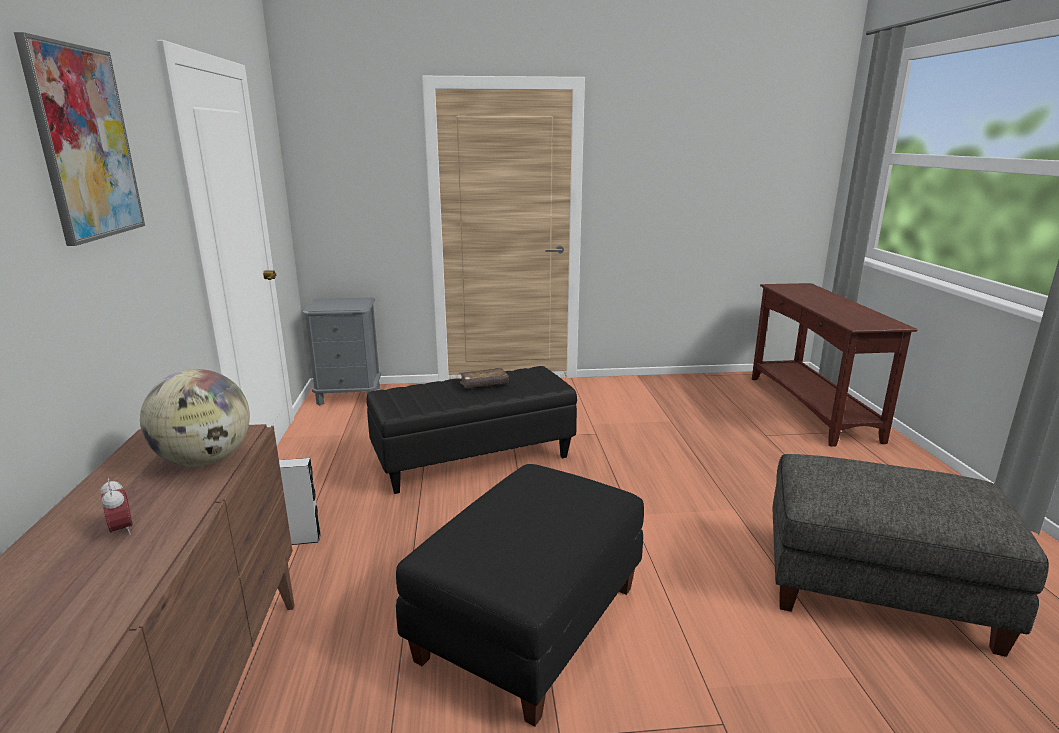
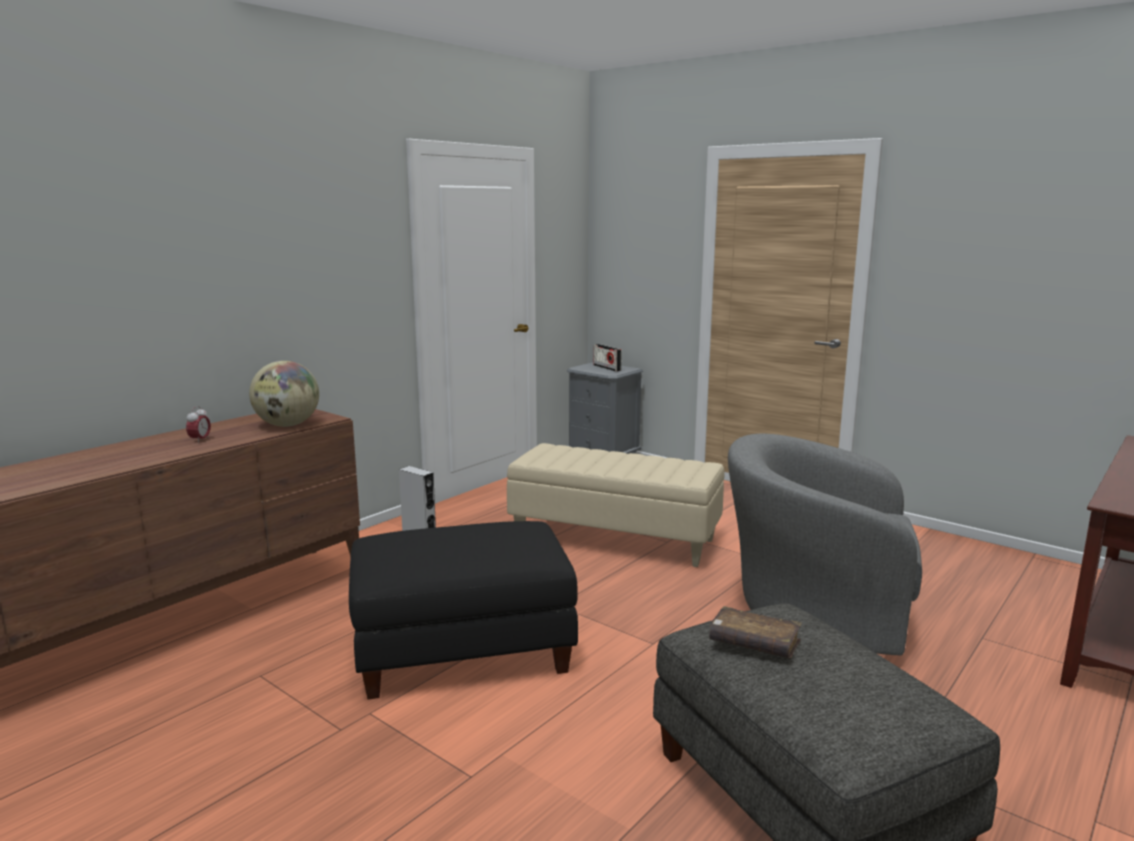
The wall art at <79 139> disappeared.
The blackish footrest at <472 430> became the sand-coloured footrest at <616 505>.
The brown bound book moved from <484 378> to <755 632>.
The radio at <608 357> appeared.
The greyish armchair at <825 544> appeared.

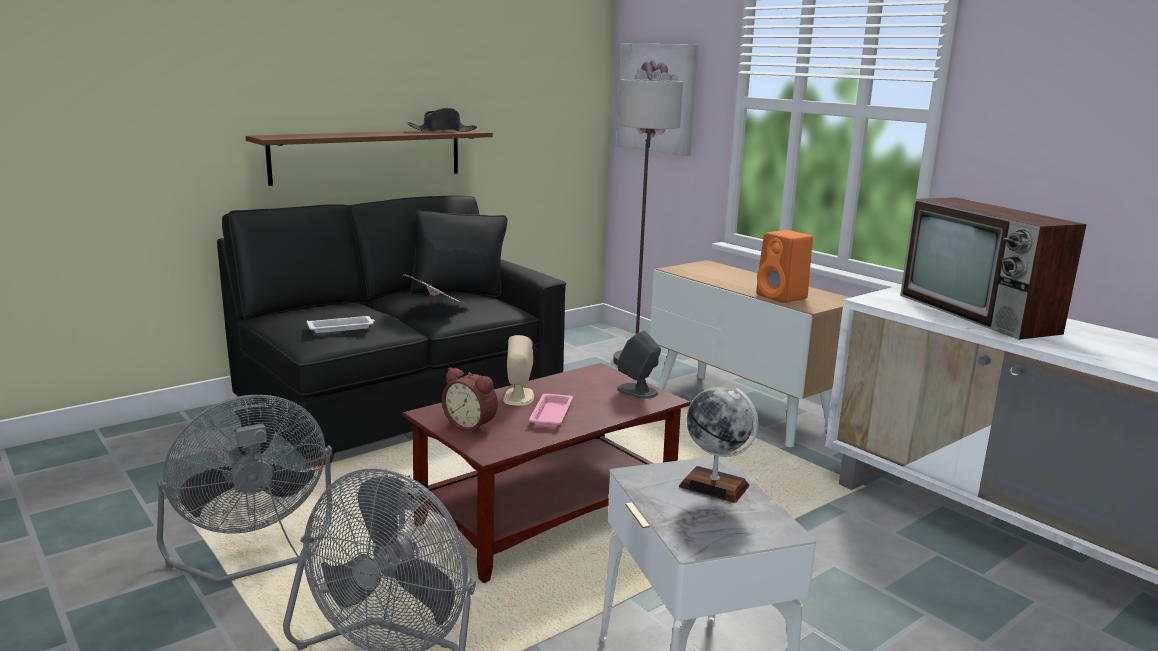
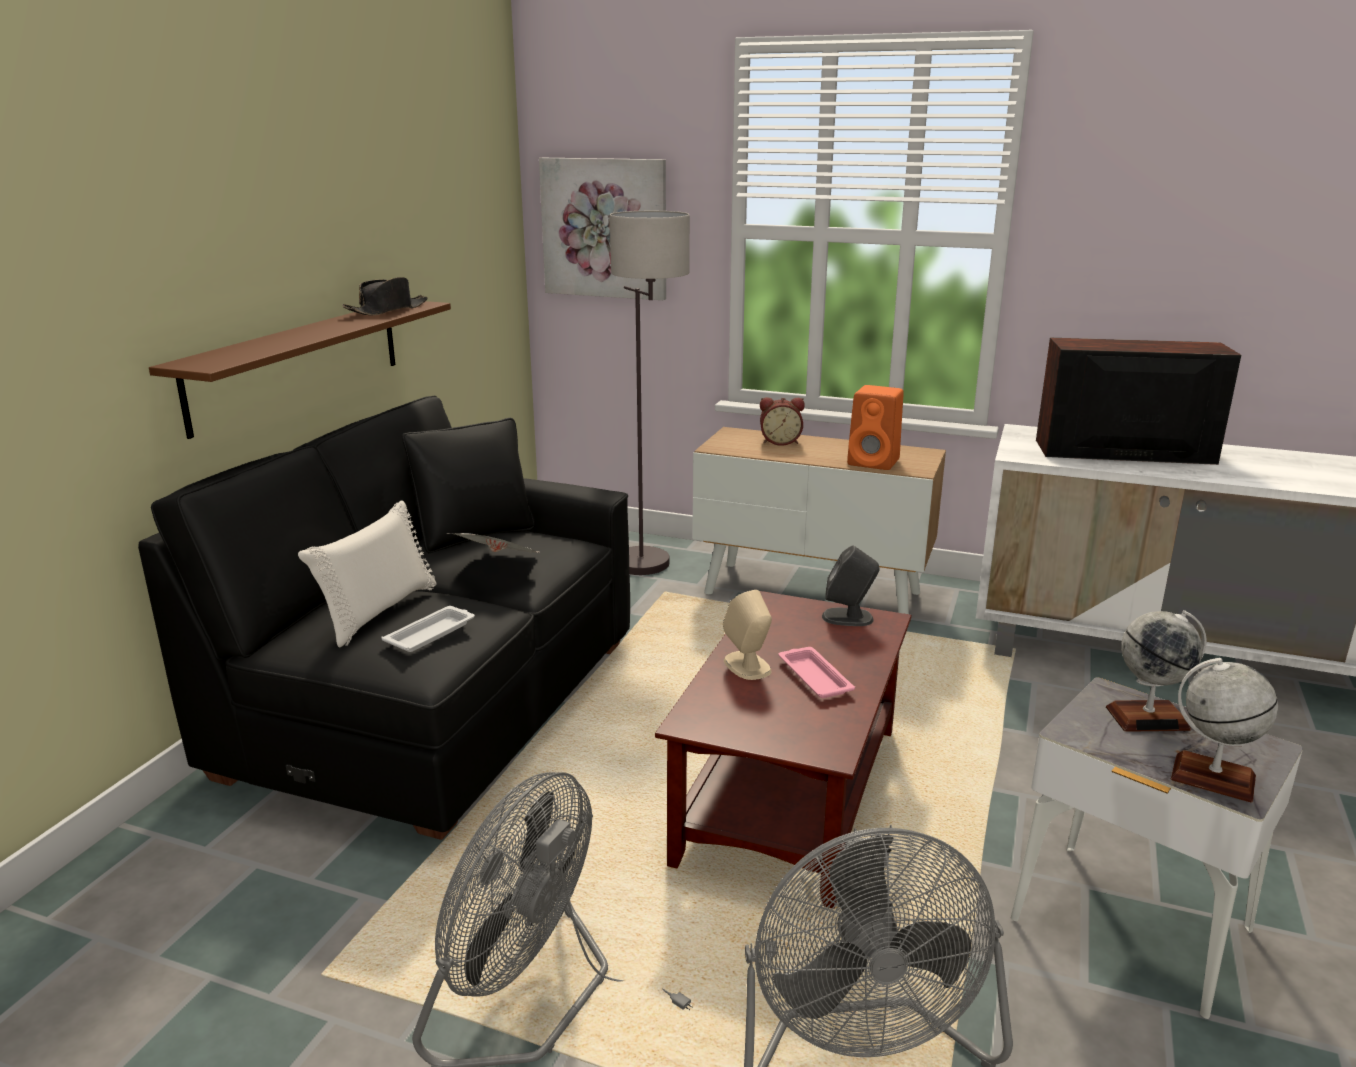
The television at <993 268> turned 150 degrees clockwise.
The alarm clock moved from <470 400> to <782 421>.
The white cushion at <367 574> appeared.
The desk globe at <1224 730> appeared.

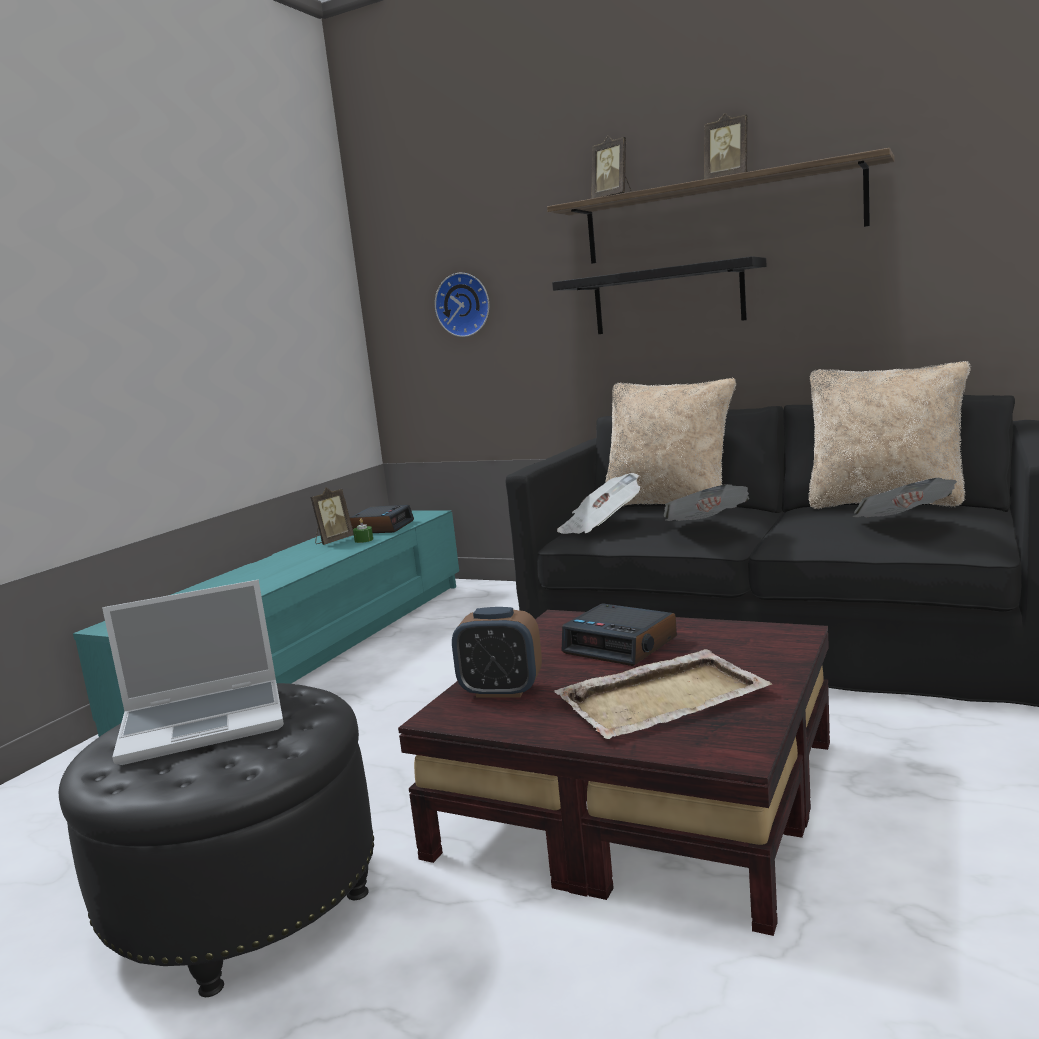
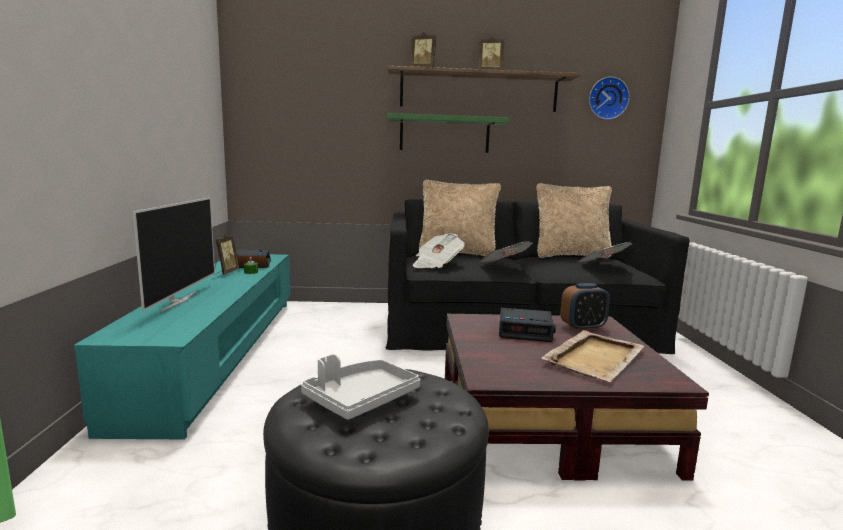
The blackish shelf at <659 295> became the greenish shelf at <448 133>.
The wall clock moved from <462 305> to <609 98>.
The portable computer at <193 672> was replaced by the greyish tray at <360 387>.
The alarm clock moved from <497 652> to <585 307>.
The television at <174 255> appeared.

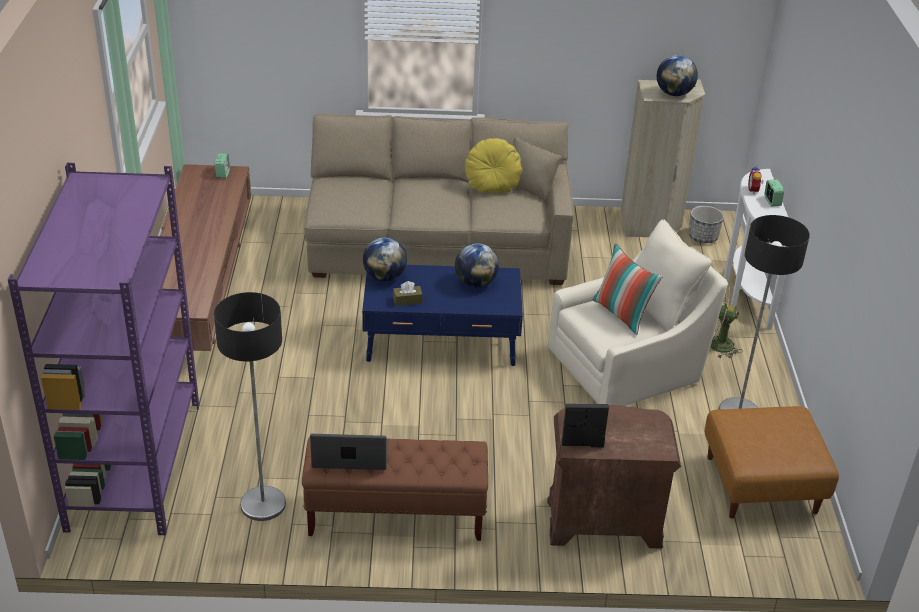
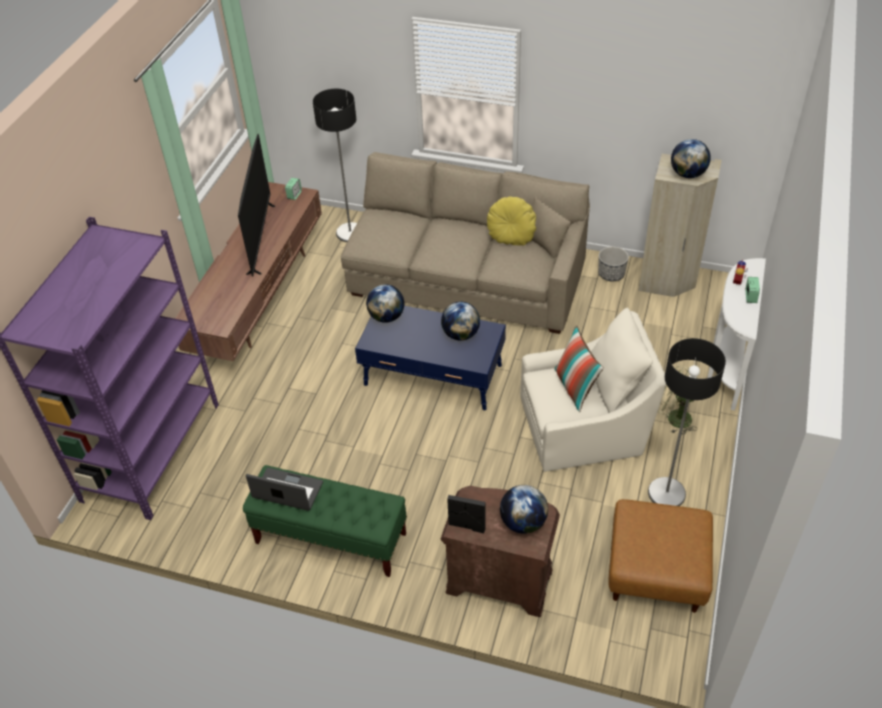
The planter moved from <706 224> to <613 263>.
The brown tissue holder at <408 293> disappeared.
The standard lamp moved from <250 406> to <335 165>.
The brown long seat at <395 489> became the greenish long seat at <325 521>.
The television at <256 205> appeared.
The desk globe at <524 509> appeared.

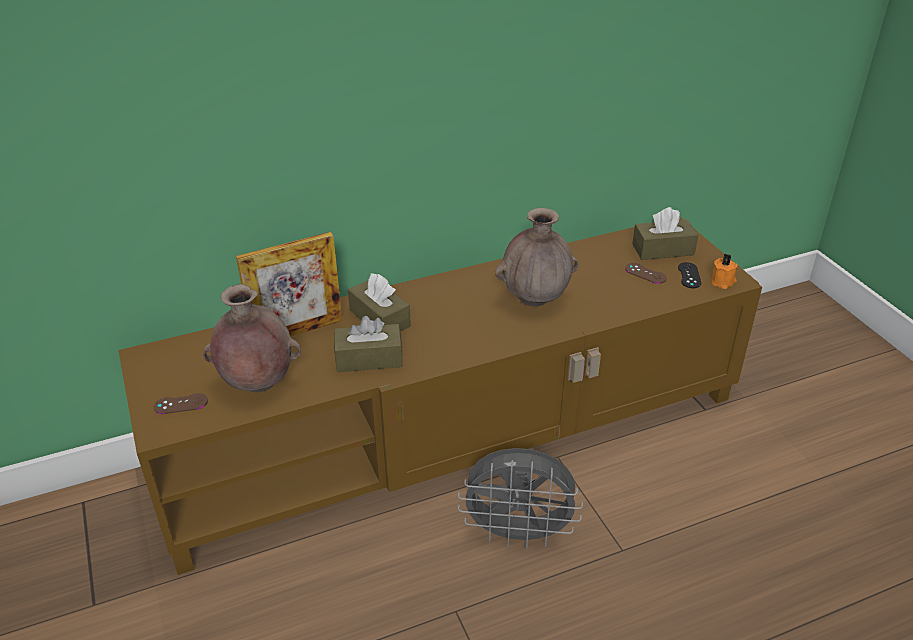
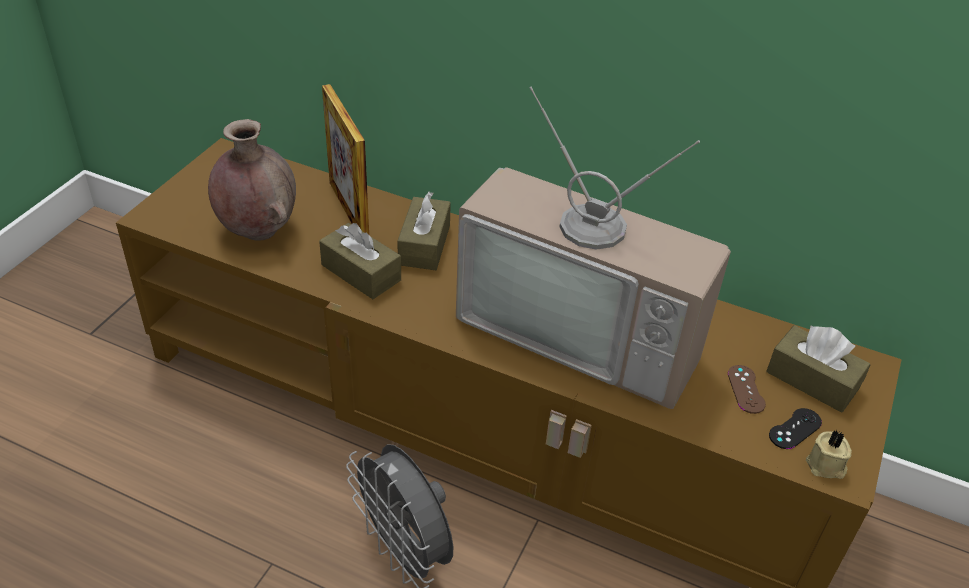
The brown vase at <537 257> was replaced by the television at <593 248>.
The picture frame at <289 284> turned 45 degrees clockwise.
The orange-coloured candle at <724 271> became the sand-coloured candle at <829 454>.
The brown game controller at <181 403> disappeared.

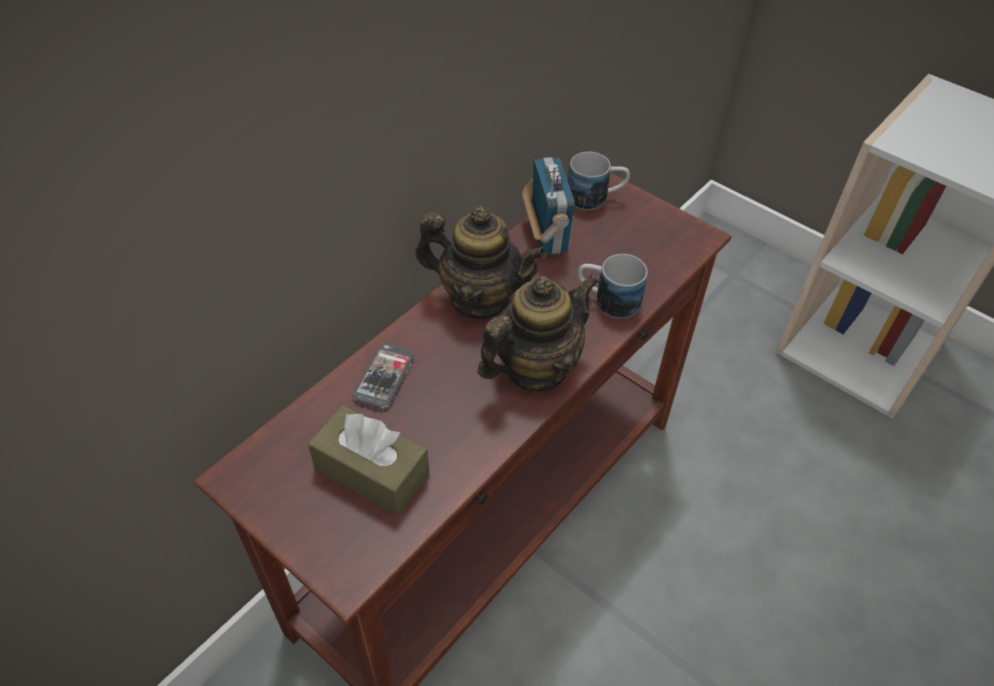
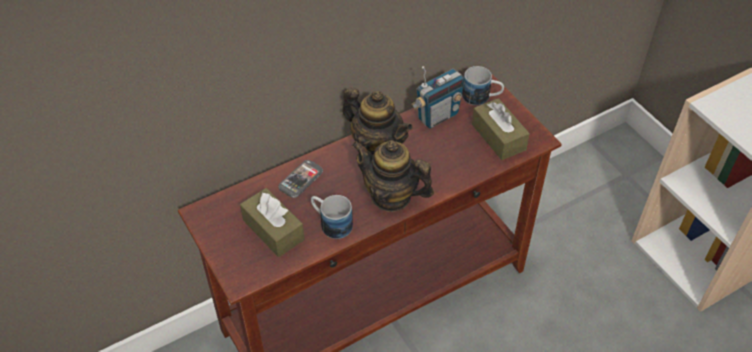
The radio at <548 205> turned 45 degrees clockwise.
The tea mug moved from <613 286> to <332 217>.
The tea pot at <538 332> turned 135 degrees counterclockwise.
The brown tissue holder at <501 129> appeared.

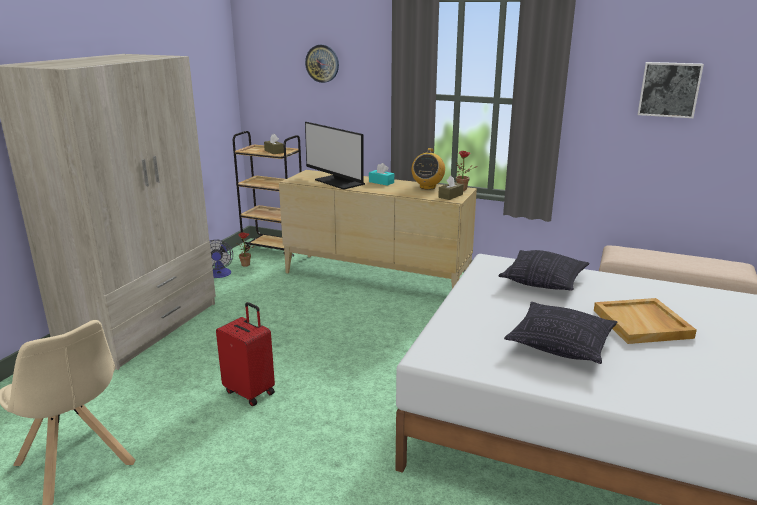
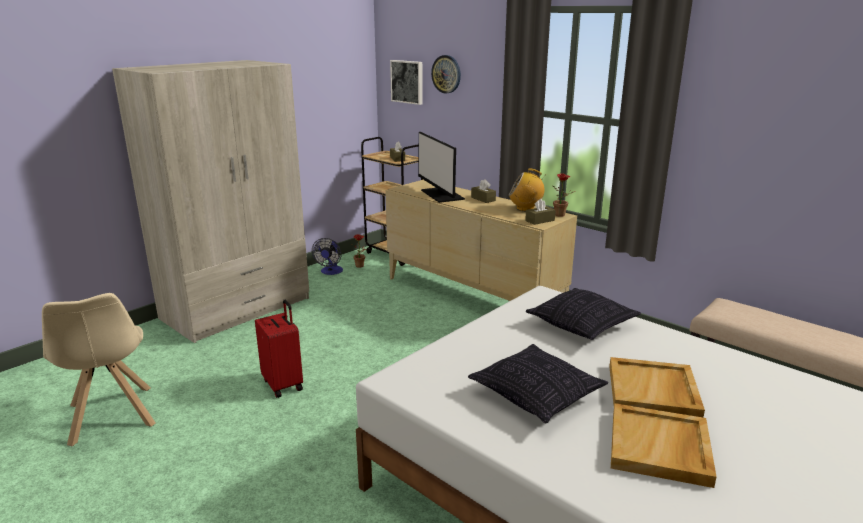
The wall art moved from <671 90> to <406 82>.
The radio at <428 169> turned 60 degrees clockwise.
The turquoise tissue holder at <381 174> became the brown tissue holder at <483 191>.
The sand-coloured tray at <664 445> appeared.

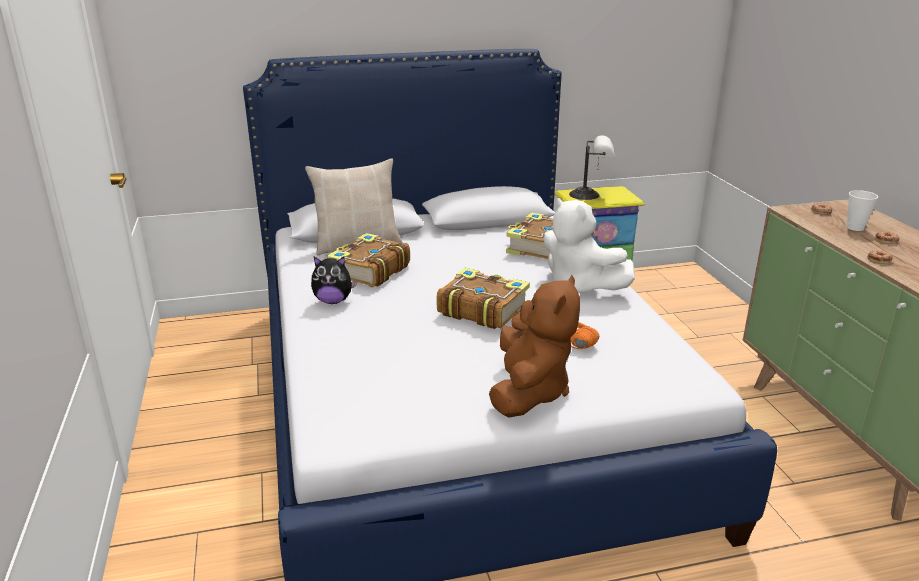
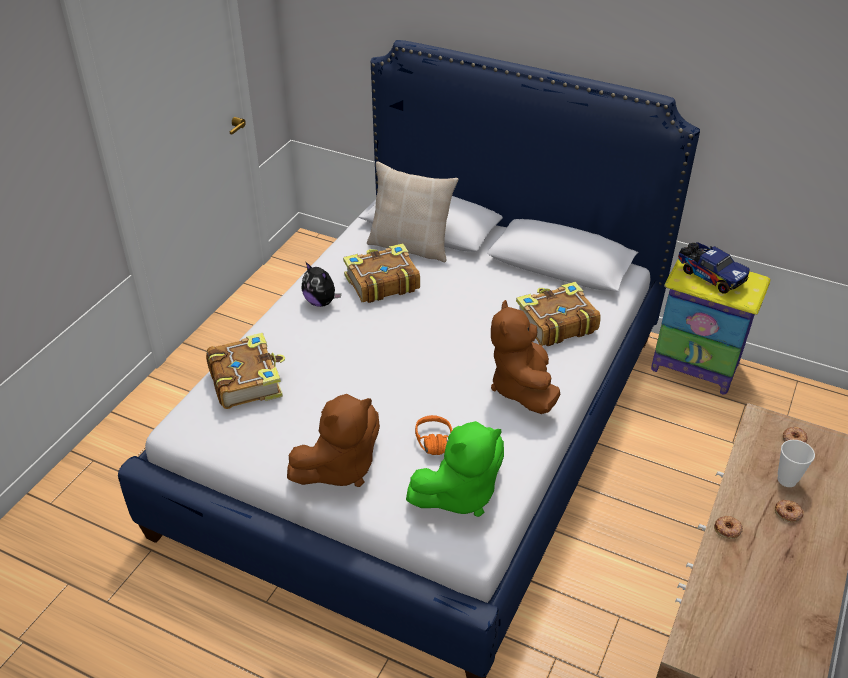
The table lamp at <592 167> was replaced by the model truck at <714 268>.
The white cuddly toy at <589 245> became the brown cuddly toy at <525 357>.
The bound book moved from <483 298> to <245 371>.
The greenish cuddly toy at <455 469> appeared.

